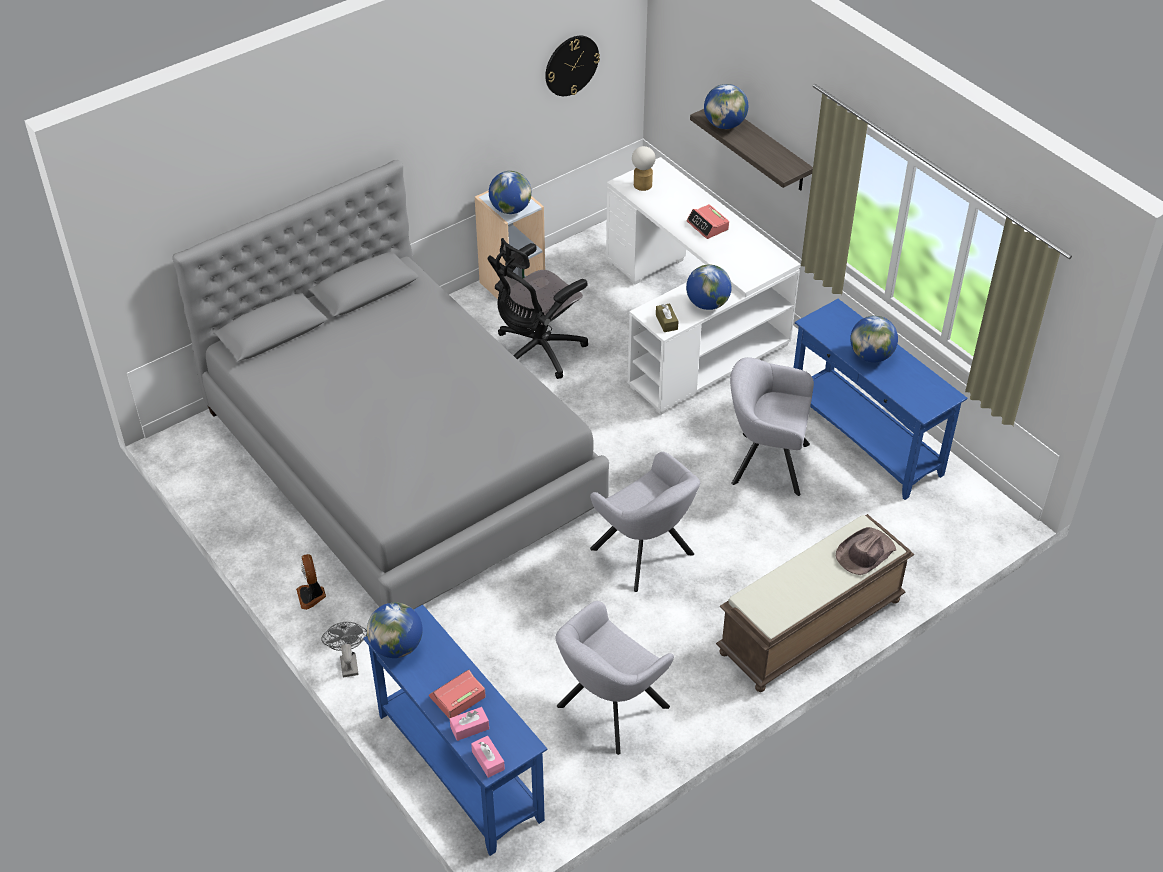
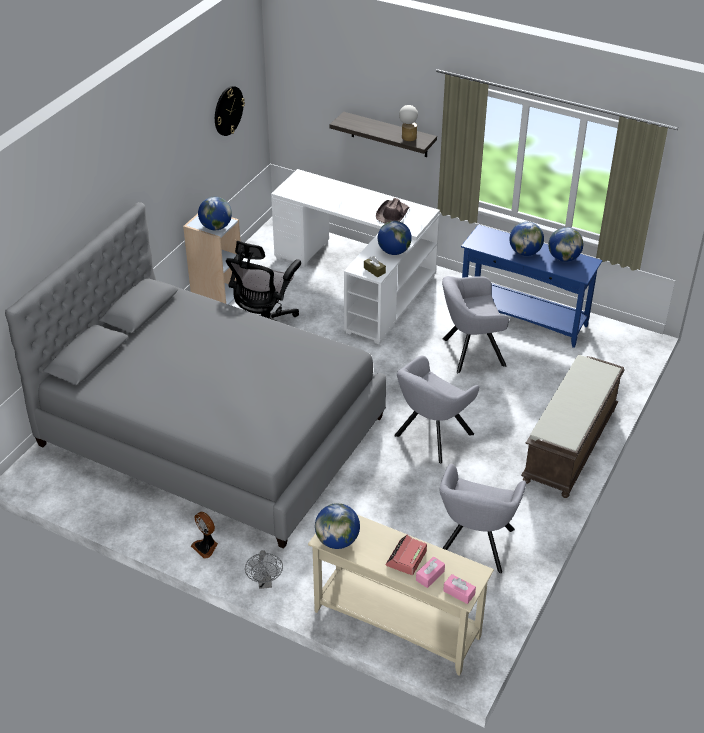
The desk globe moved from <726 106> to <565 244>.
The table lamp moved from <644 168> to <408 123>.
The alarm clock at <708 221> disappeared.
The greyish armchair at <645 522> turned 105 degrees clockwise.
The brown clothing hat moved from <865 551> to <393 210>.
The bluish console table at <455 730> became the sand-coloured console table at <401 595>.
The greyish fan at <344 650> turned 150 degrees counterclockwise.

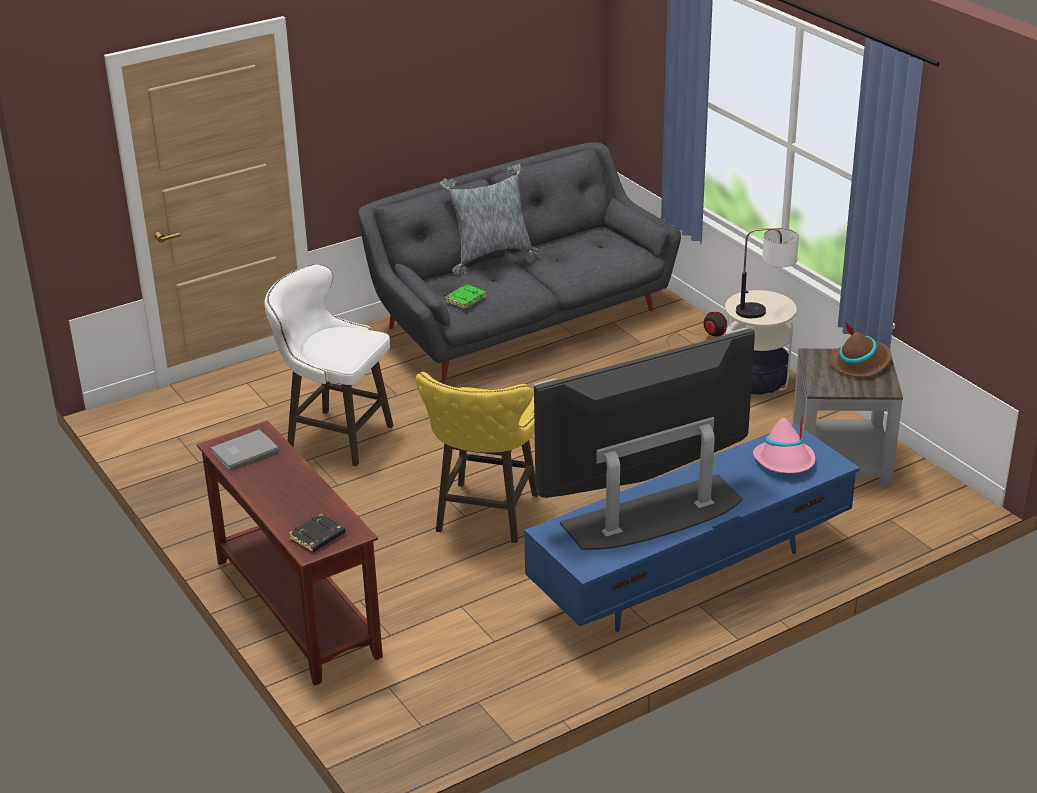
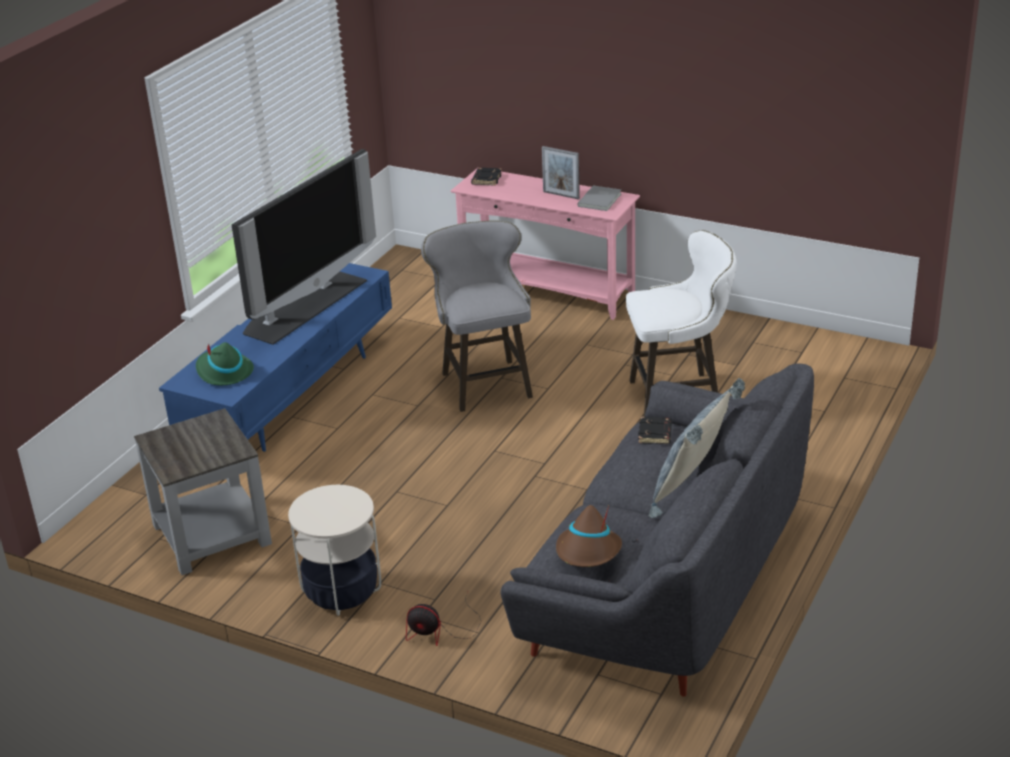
The table lamp at <767 273> disappeared.
The greenish bound book at <465 296> became the blackish bound book at <655 430>.
The brown clothing hat moved from <860 349> to <589 536>.
The yellow sitting stool at <477 457> became the greyish sitting stool at <477 316>.
The pink-coloured clothing hat at <784 443> became the greenish clothing hat at <225 363>.
The brown console table at <290 553> became the pink-coloured console table at <545 244>.
The picture frame at <561 173> appeared.

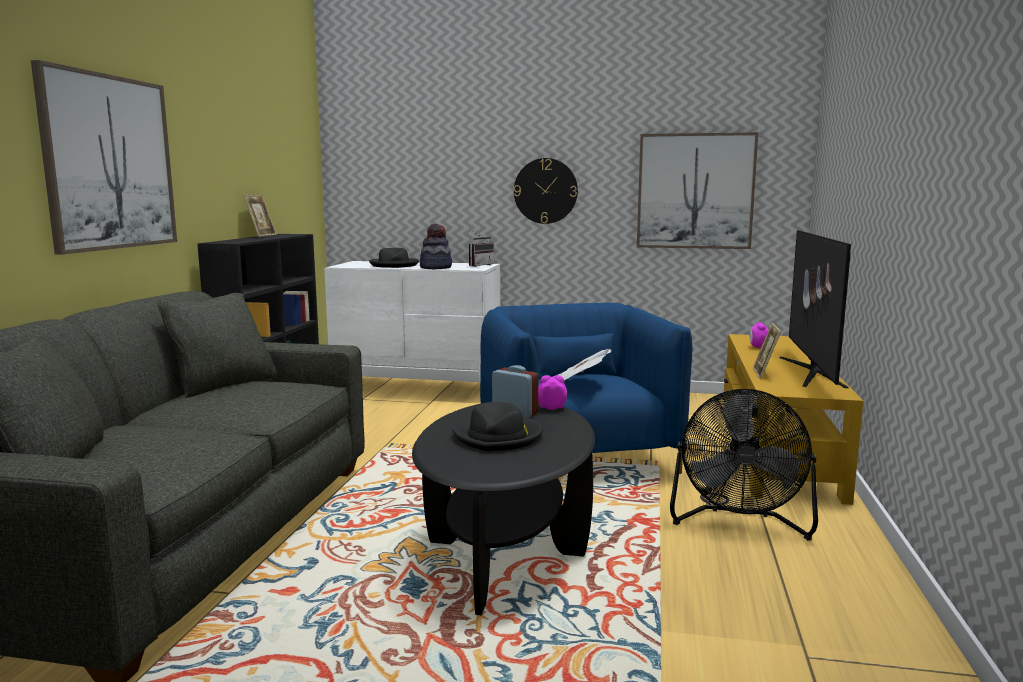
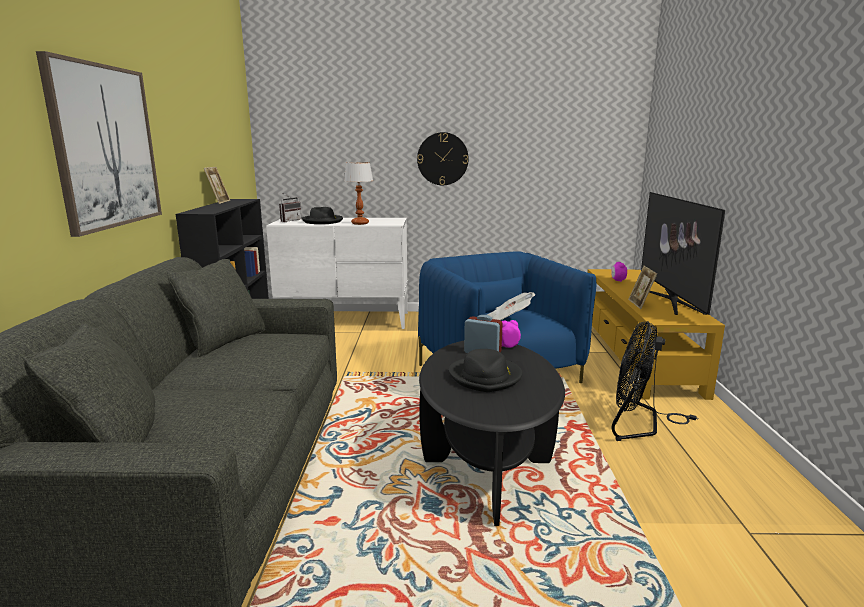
The wall art at <697 190> disappeared.
The clothing hat at <436 246> was replaced by the table lamp at <358 193>.
The radio moved from <481 248> to <290 207>.
The blackish fan at <744 465> turned 105 degrees clockwise.

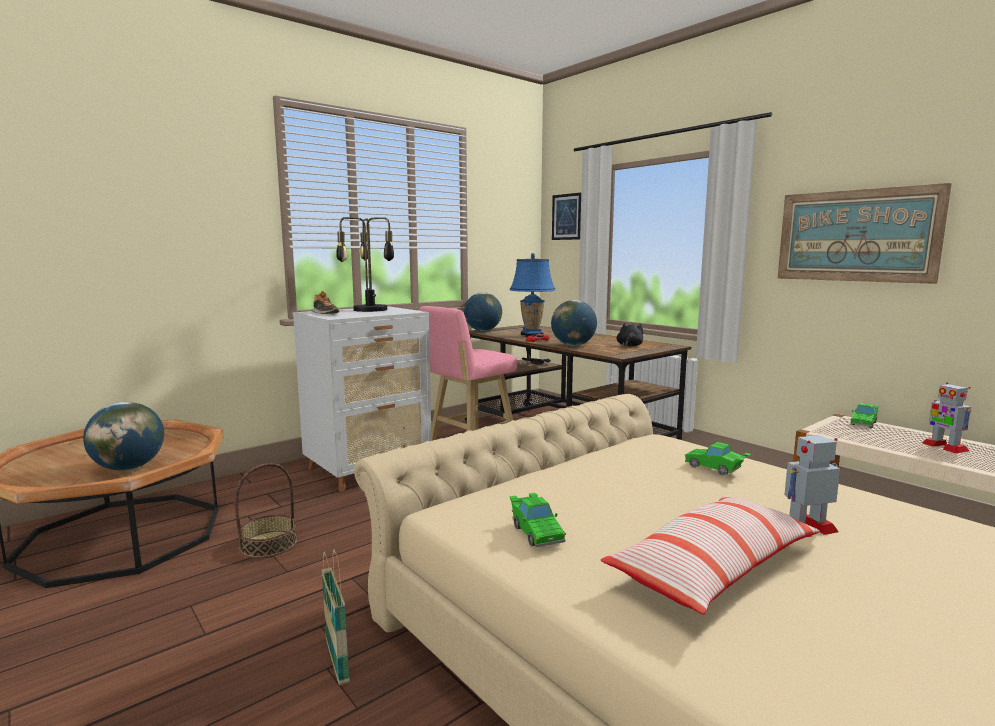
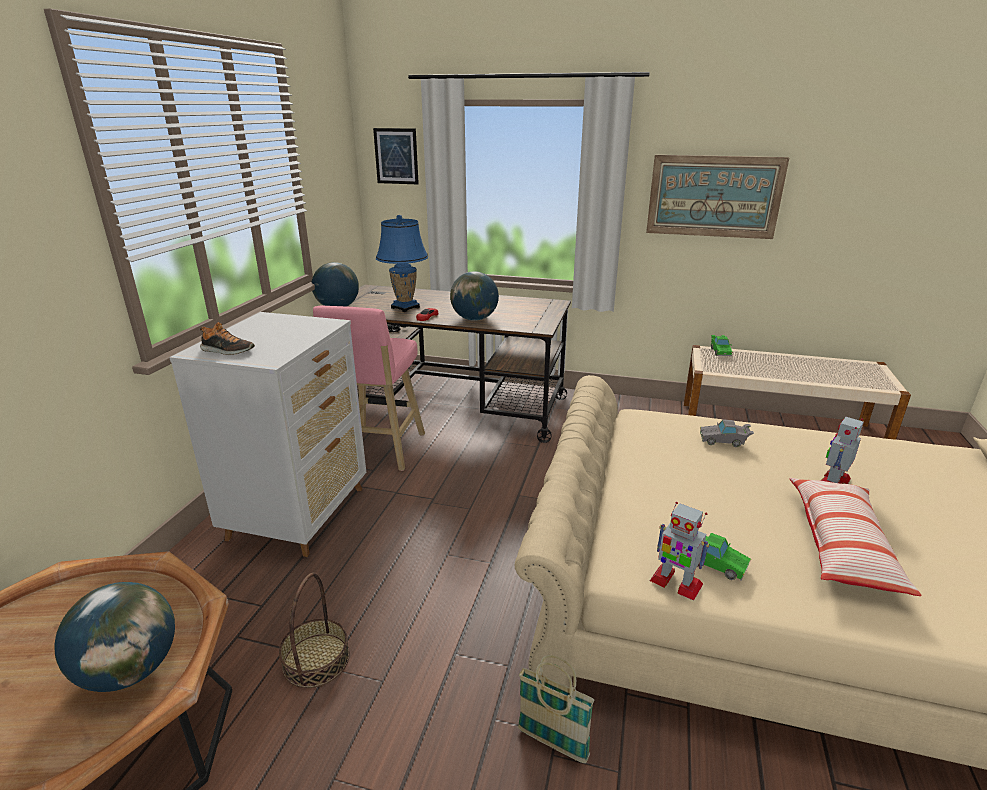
The table lamp at <365 264> disappeared.
The blackish cuddly toy at <629 335> disappeared.
The toy robot moved from <946 418> to <679 551>.
The greenish model car at <718 459> became the greyish model car at <727 433>.

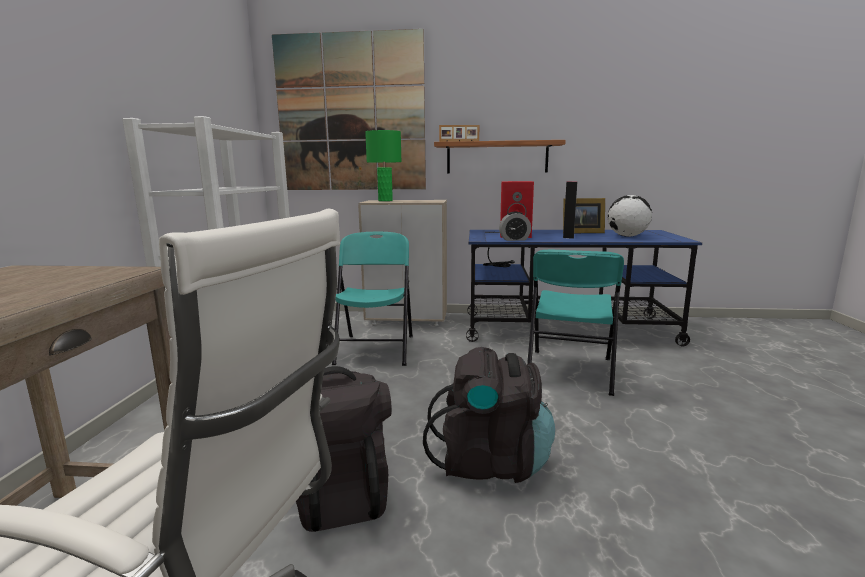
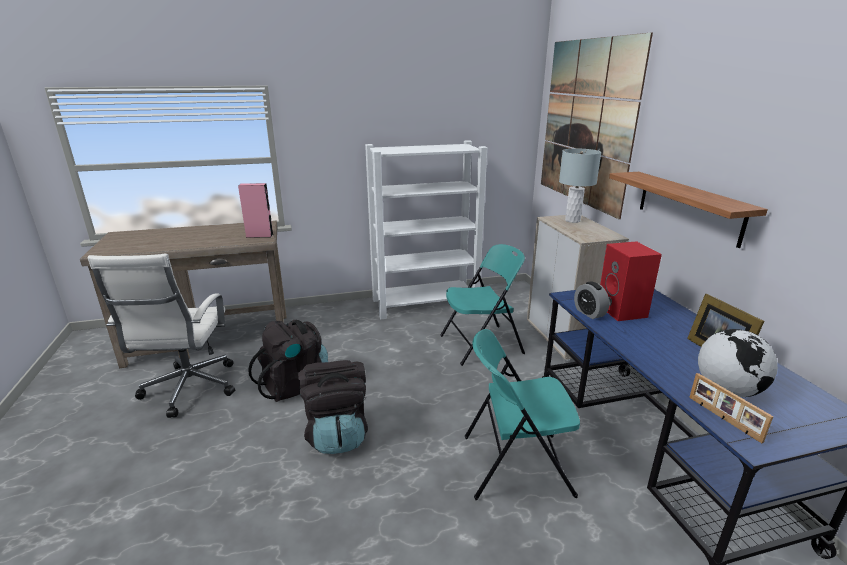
The picture frame moved from <459 133> to <731 408>.
The greenish table lamp at <383 165> became the greyish table lamp at <580 186>.
The pink-coloured loudspeaker moved from <570 210> to <255 210>.

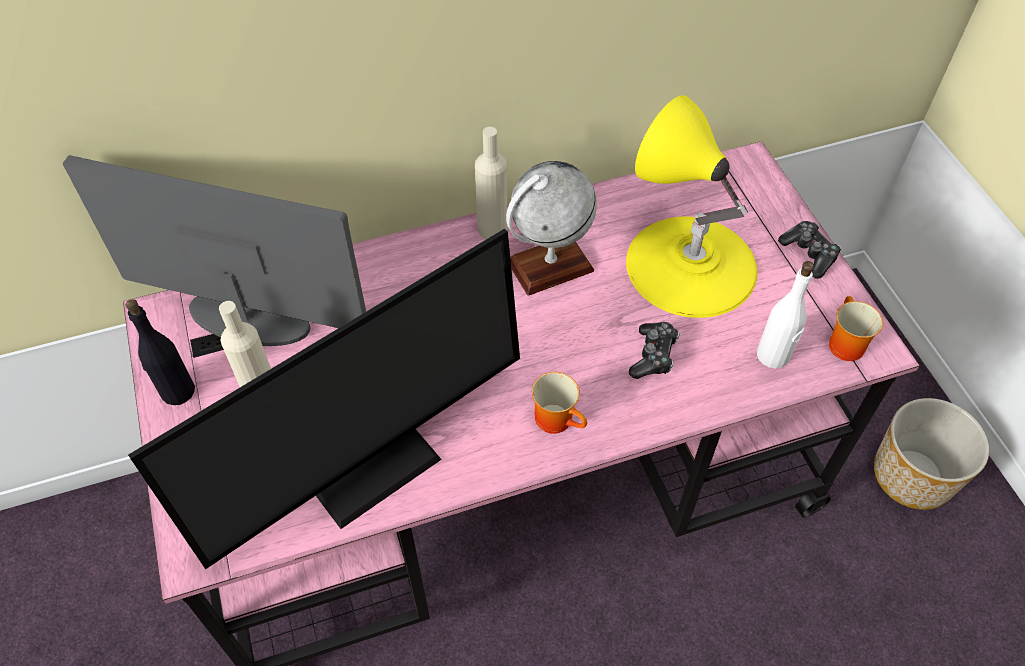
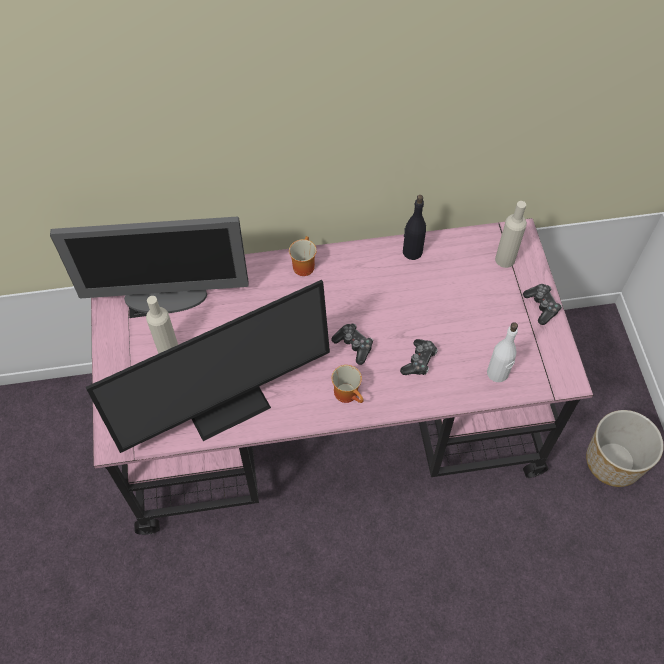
The yellow table lamp at <691 206> disappeared.
The sand-coloured drink bottle moved from <491 183> to <511 234>.
The computer display at <214 250> turned 150 degrees clockwise.
The desk globe at <551 228> disappeared.
The tea mug moved from <856 328> to <303 256>.
The blackish drink bottle moved from <160 352> to <414 227>.
The game controller at <352 344> appeared.

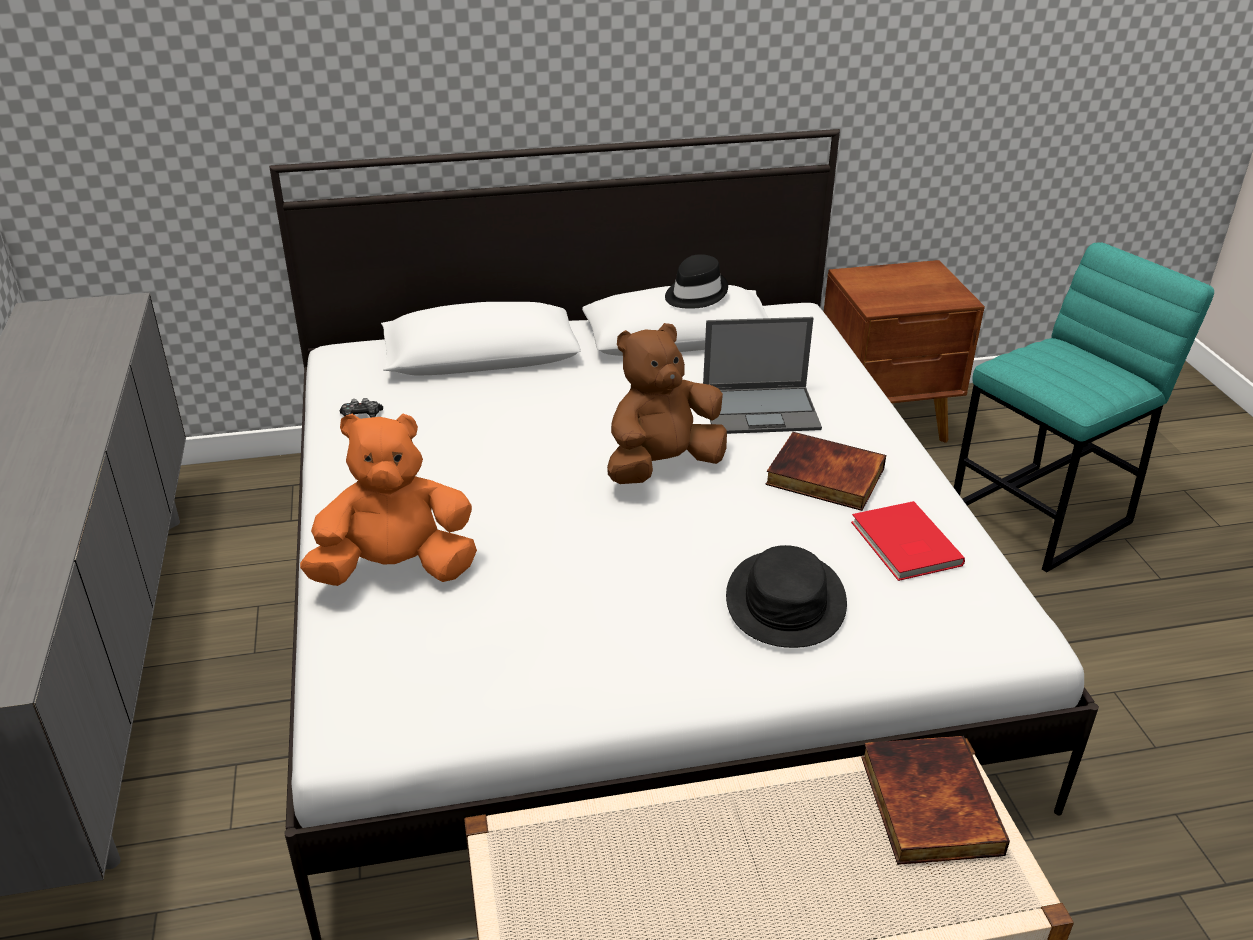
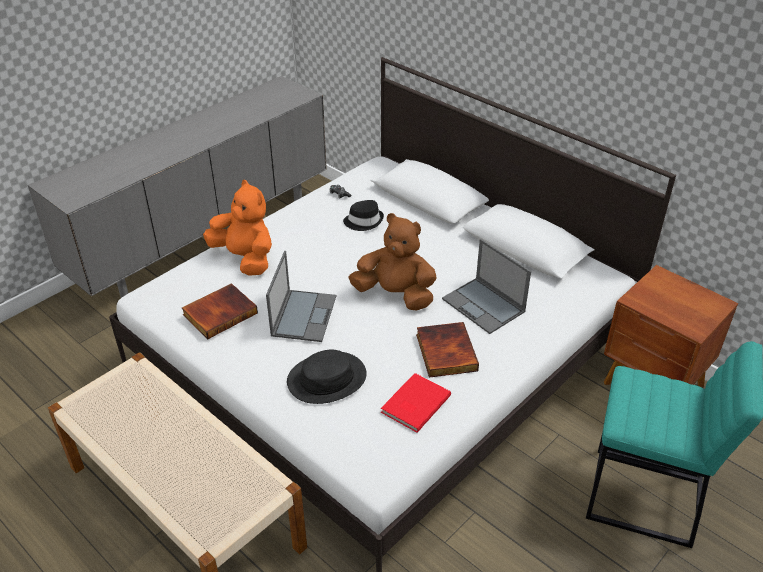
The blackish clothing hat moved from <696 281> to <363 215>.
The bound book moved from <935 800> to <220 311>.
The portable computer at <301 296> appeared.

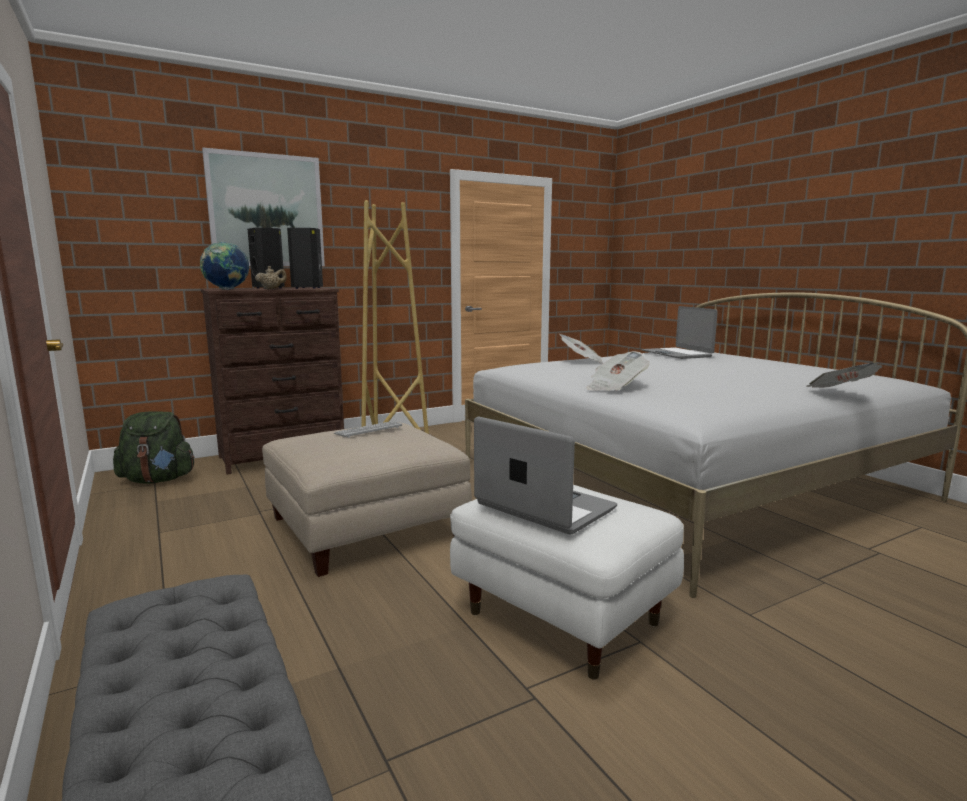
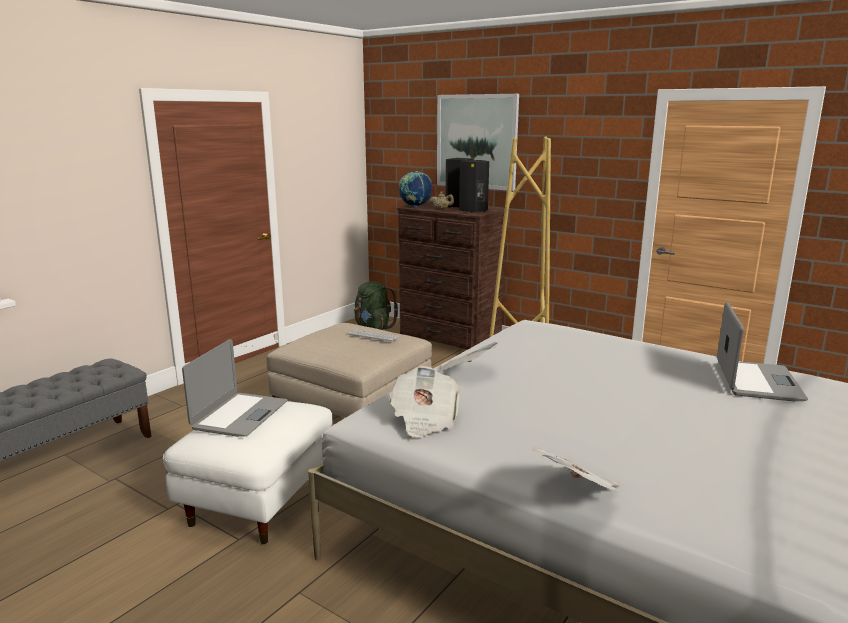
The portable computer at <680 332> turned 150 degrees clockwise.
The newspaper moved from <581 349> to <425 401>.

